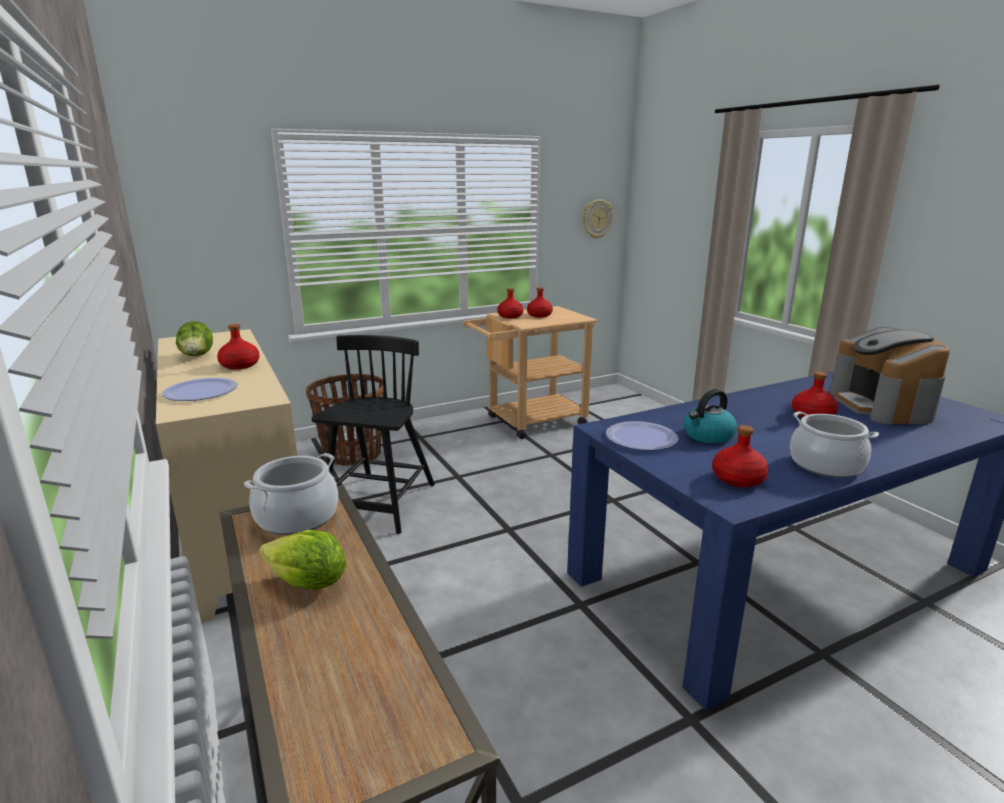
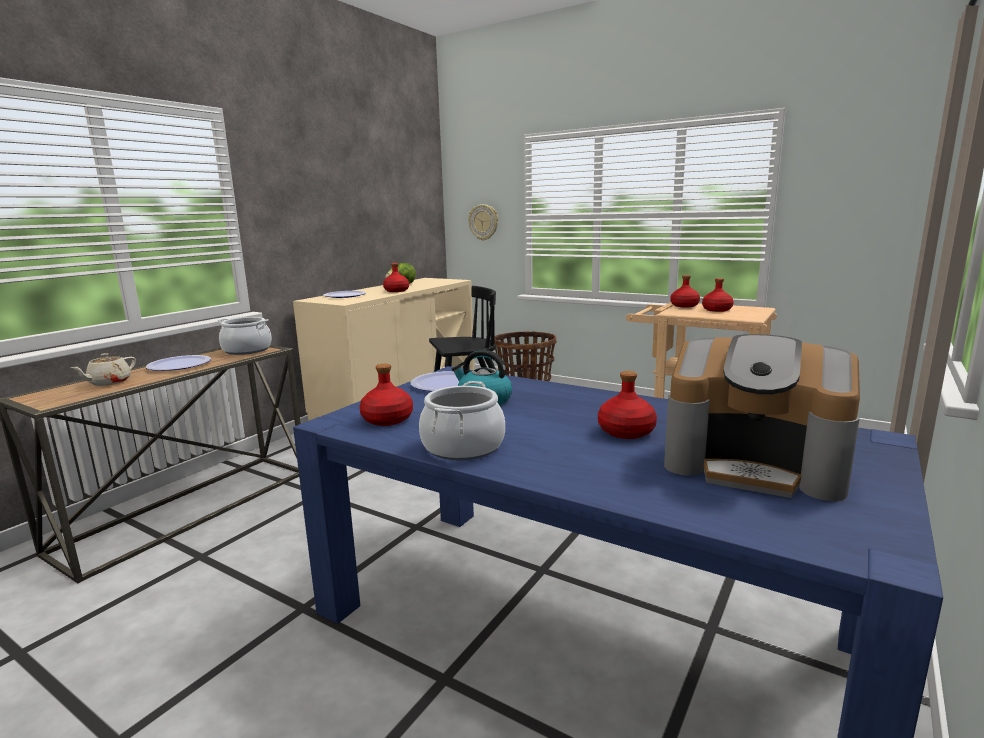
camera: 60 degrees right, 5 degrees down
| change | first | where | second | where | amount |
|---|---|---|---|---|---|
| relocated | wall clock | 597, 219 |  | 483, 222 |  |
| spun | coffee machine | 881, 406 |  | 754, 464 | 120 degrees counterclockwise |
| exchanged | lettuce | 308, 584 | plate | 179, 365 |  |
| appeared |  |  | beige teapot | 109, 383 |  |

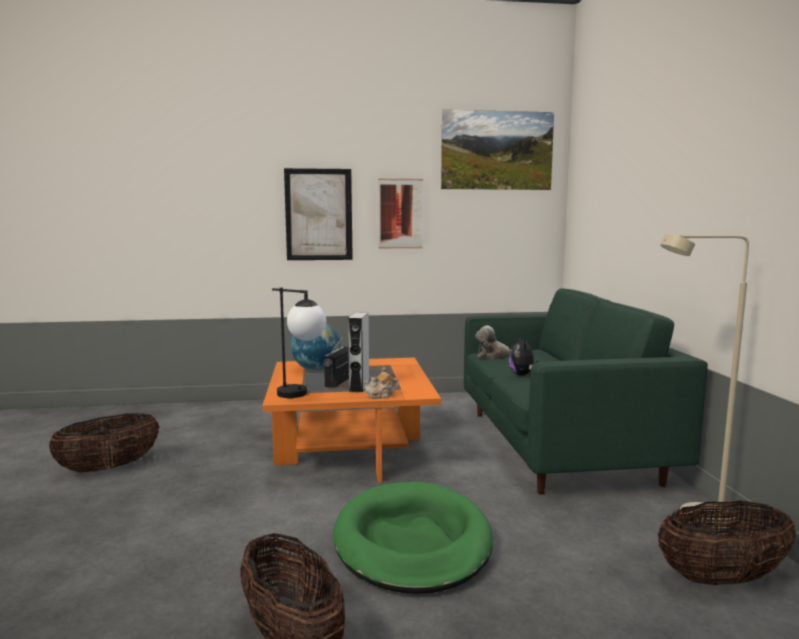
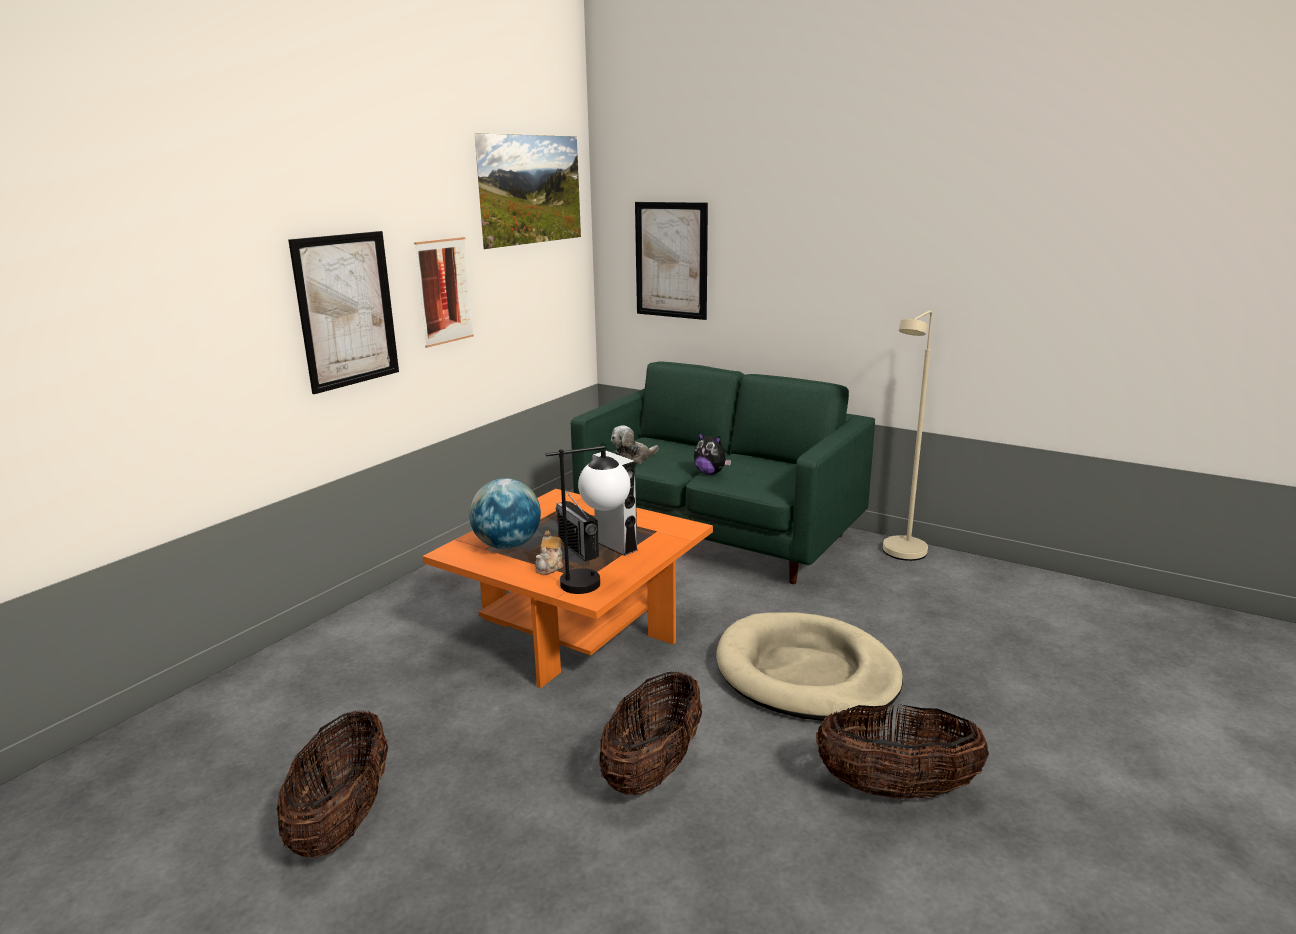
camera: 50 degrees left, 10 degrees up
| change | first | where | second | where | amount |
|---|---|---|---|---|---|
| relocated | teapot | 381, 396 |  | 550, 567 |  |
| colour | green dog bed | 412, 542 | beige dog bed | 806, 673 |  |
| relocated | basket | 722, 578 |  | 653, 769 |  |
| appeared |  |  | picture | 671, 260 |  |

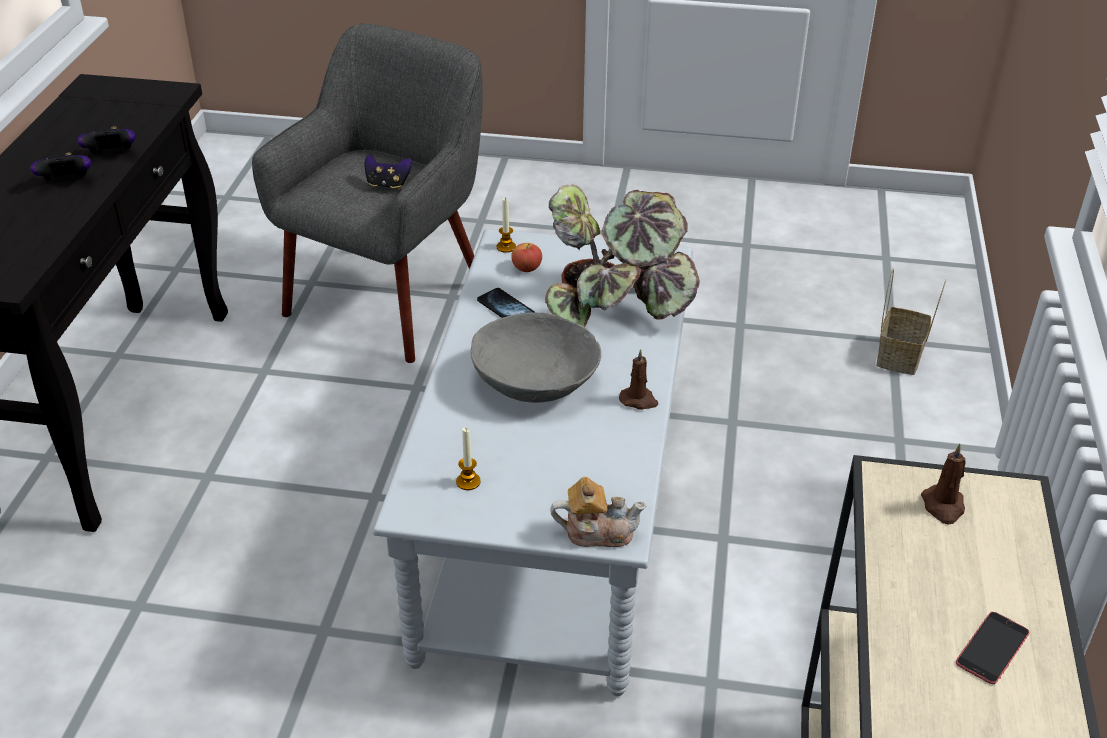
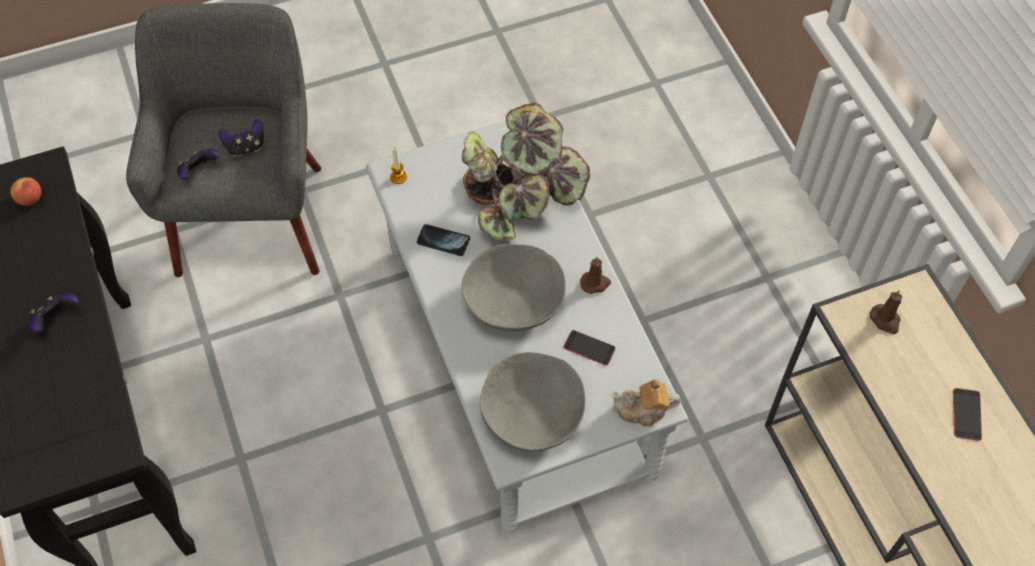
camera: 30 degrees left, 20 degrees up
| change | first | where | second | where | amount |
|---|---|---|---|---|---|
| relocated | game controller | 111, 155 |  | 198, 171 |  |
| relocated | apple | 526, 268 |  | 30, 199 |  |
| missing | basket | 900, 358 |  |  |  |
| exchanged | candle | 468, 482 | grey bowl | 532, 414 |  |
| spun | teapot | 597, 531 |  | 643, 410 | 150 degrees counterclockwise |
| appeared |  |  | phone | 589, 348 |  |

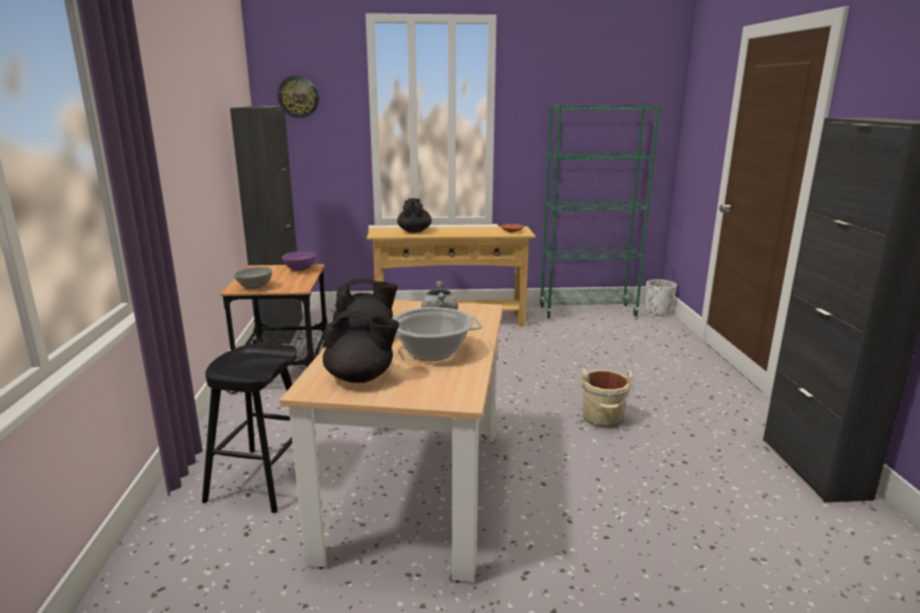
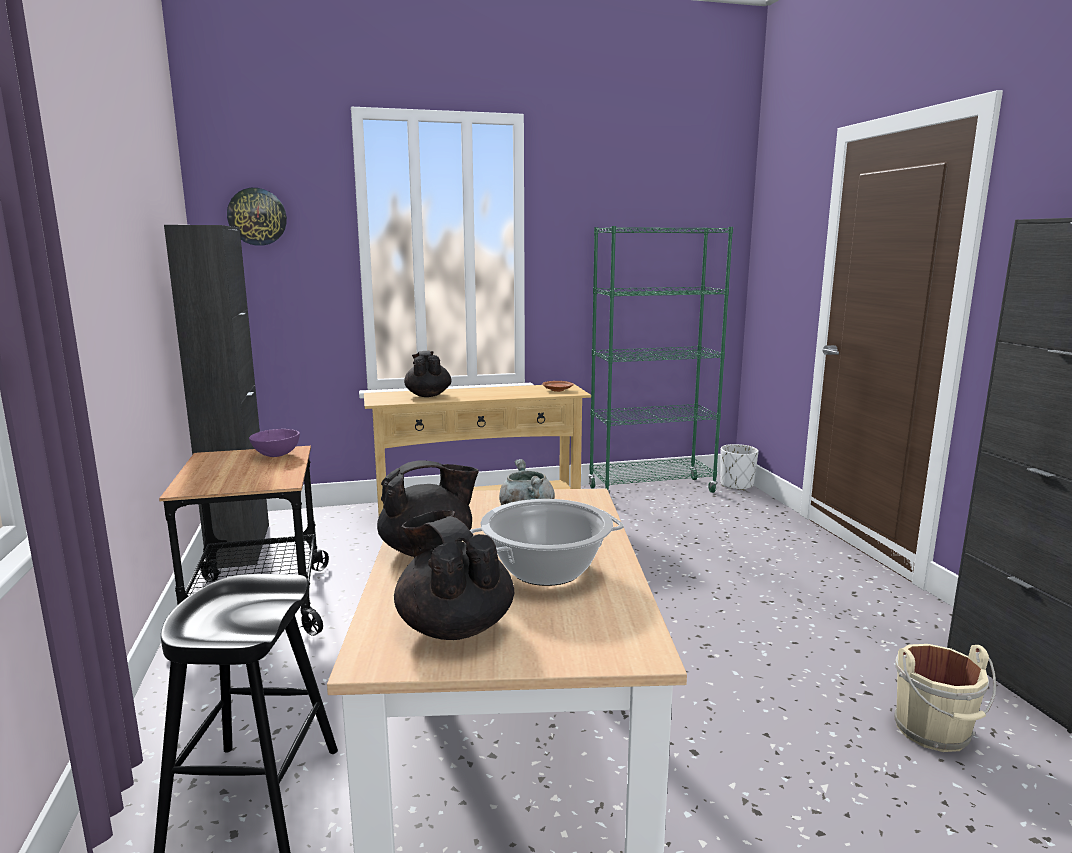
camera: 10 degrees left, 5 degrees down
| change | first | where | second | where | amount |
|---|---|---|---|---|---|
| missing | grey bowl | 255, 287 |  |  |  |
| spun | black teapot | 361, 377 |  | 454, 626 | 120 degrees counterclockwise |
| relocated | beige bucket | 603, 420 |  | 934, 732 |  |

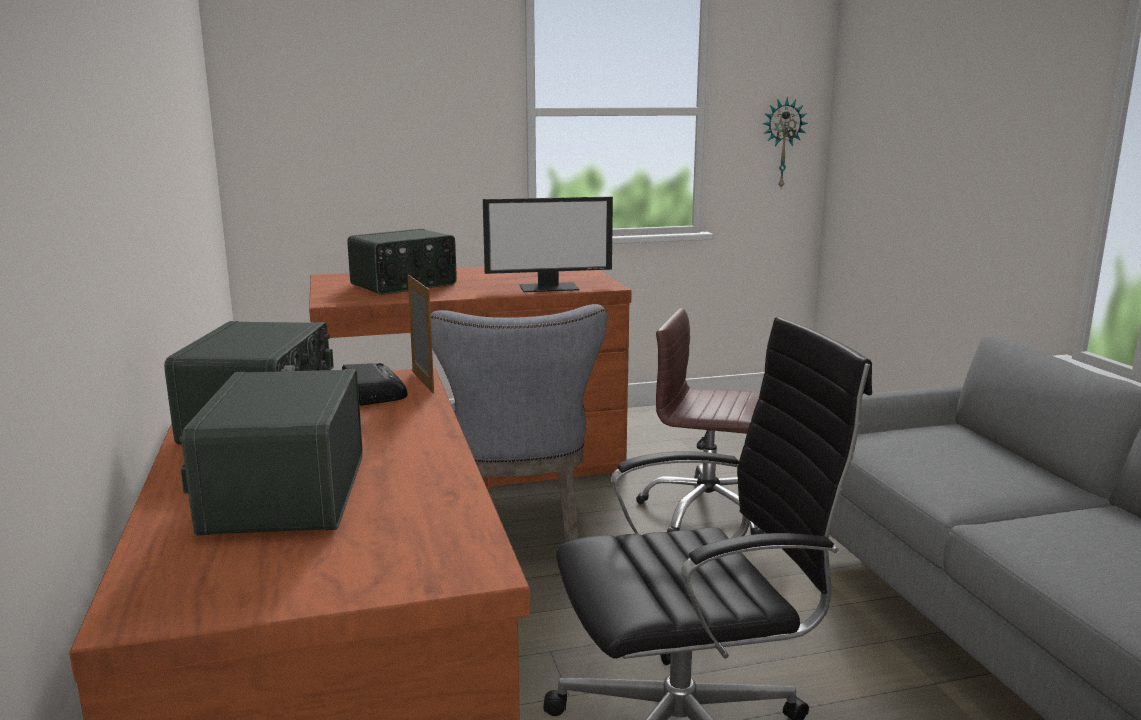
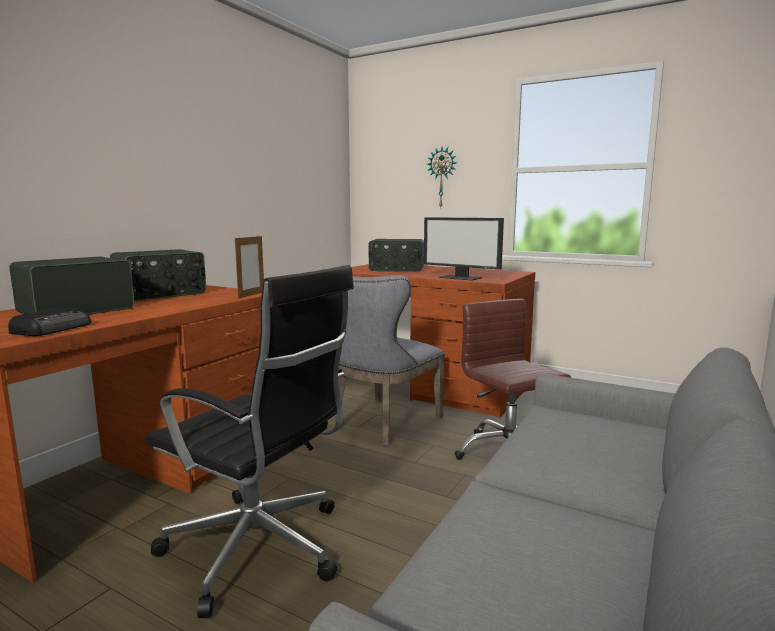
camera: 45 degrees right, 5 degrees down
| change | first | where | second | where | amount |
|---|---|---|---|---|---|
| relocated | wall clock | 782, 143 |  | 442, 177 |  |
| relocated | radio | 372, 391 |  | 53, 328 |  |

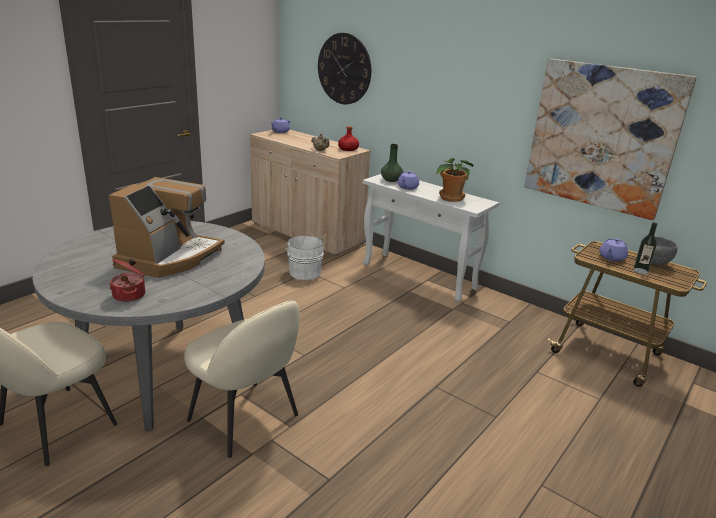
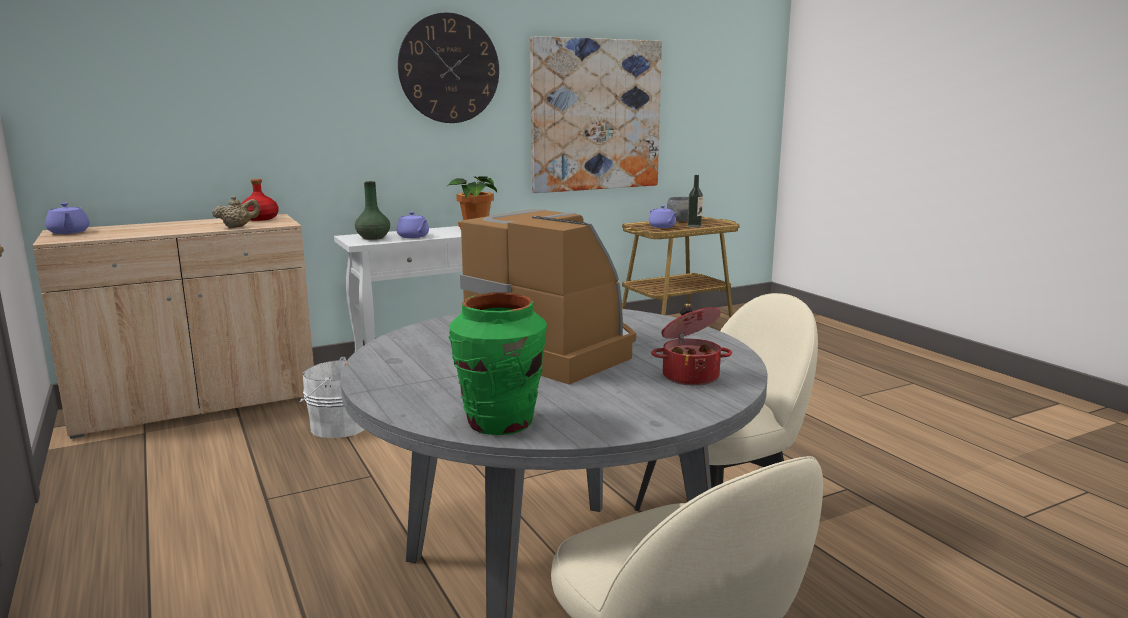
camera: 65 degrees left, 10 degrees down
| change | first | where | second | where | amount |
|---|---|---|---|---|---|
| relocated | wall clock | 344, 69 |  | 449, 68 |  |
| appeared |  |  | green vase | 500, 423 |  |

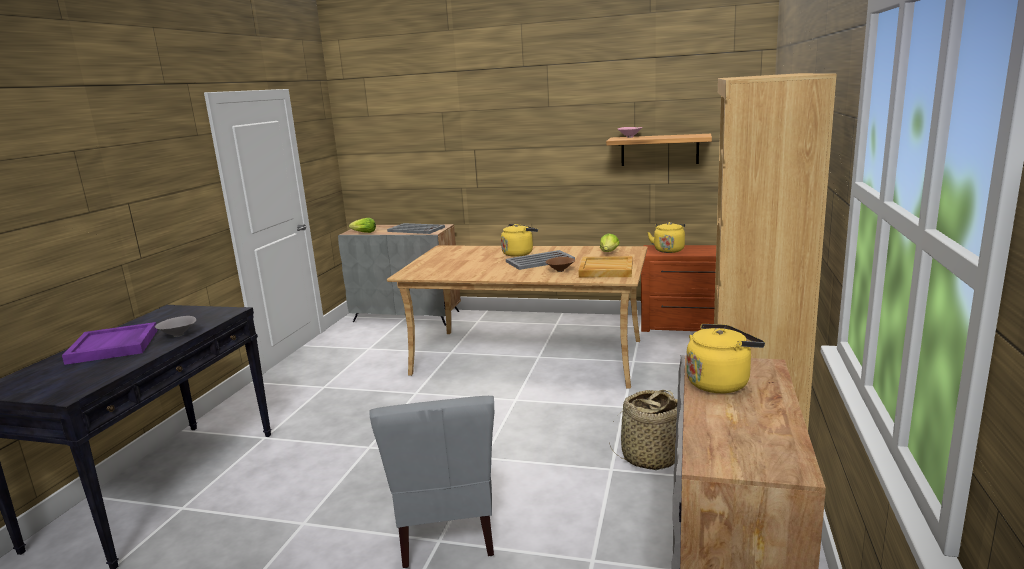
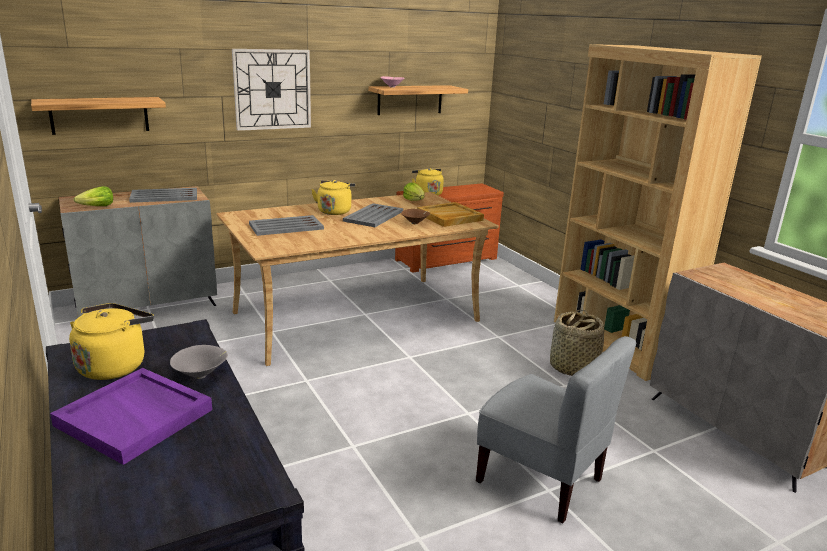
camera: 45 degrees left, 5 degrees up
| change | first | where | second | where | amount |
|---|---|---|---|---|---|
| relocated | yellow kettle | 720, 382 |  | 114, 365 |  |
| appeared |  |  | wall clock | 272, 89 |  |
| appeared |  |  | shelf | 99, 115 |  |
| appeared |  |  | grey tray | 285, 226 |  |

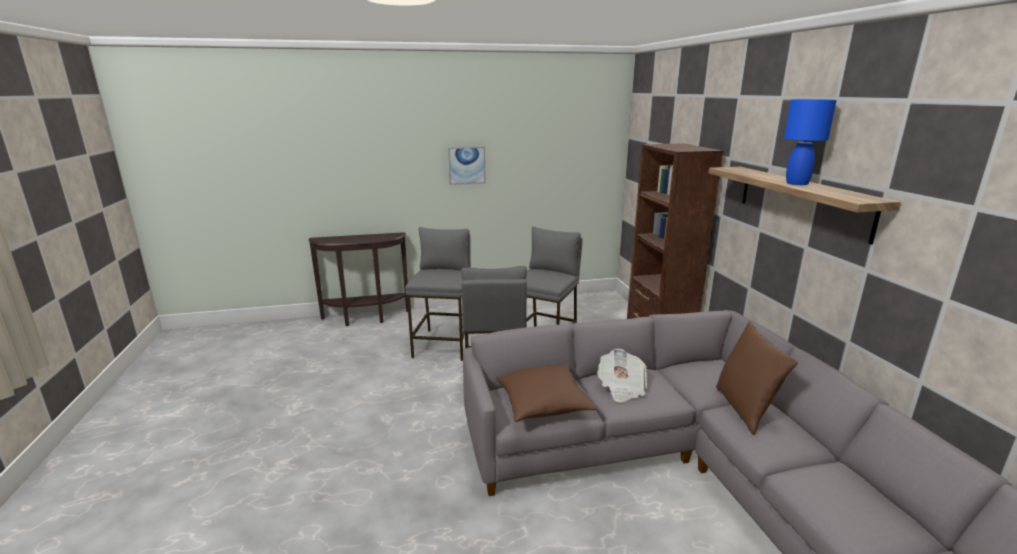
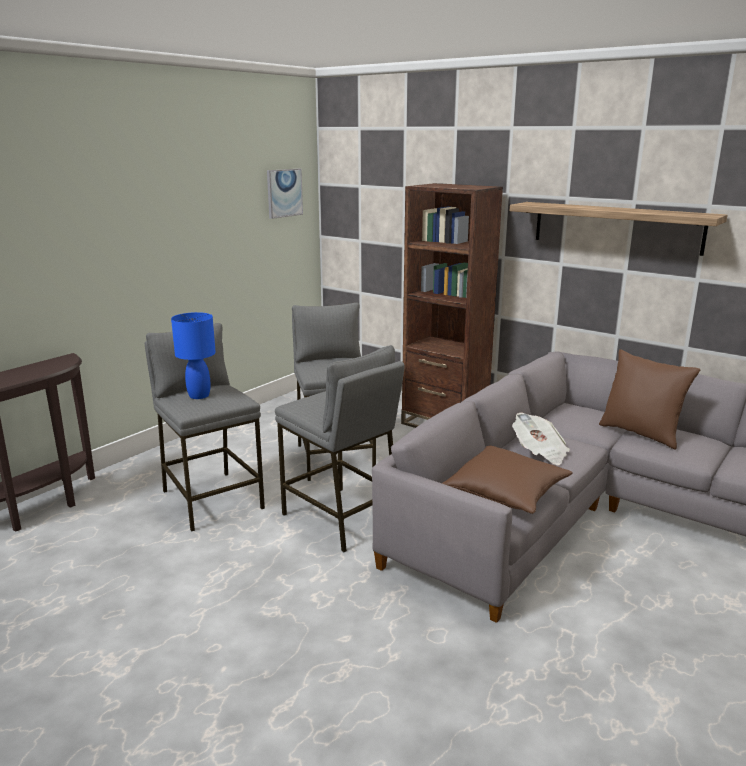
camera: 40 degrees left, 0 degrees up
| change | first | where | second | where | amount |
|---|---|---|---|---|---|
| relocated | blue table lamp | 796, 183 |  | 198, 395 |  |
| relocated | picture | 466, 165 |  | 284, 193 |  |

